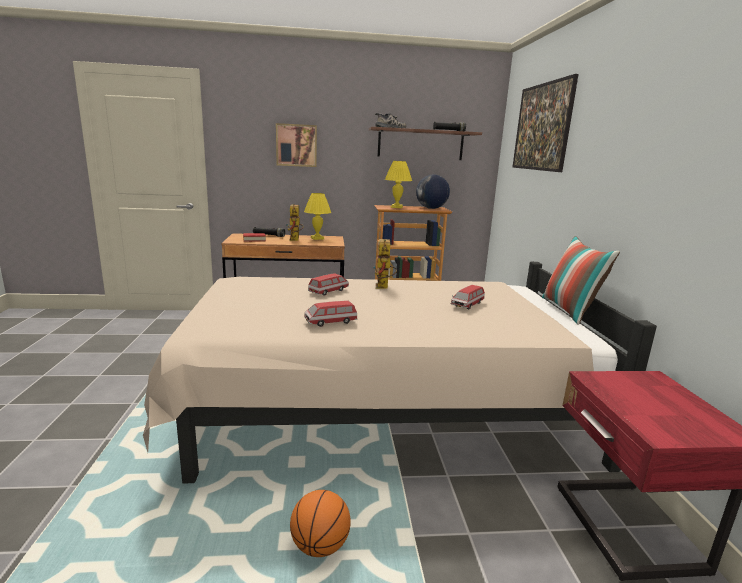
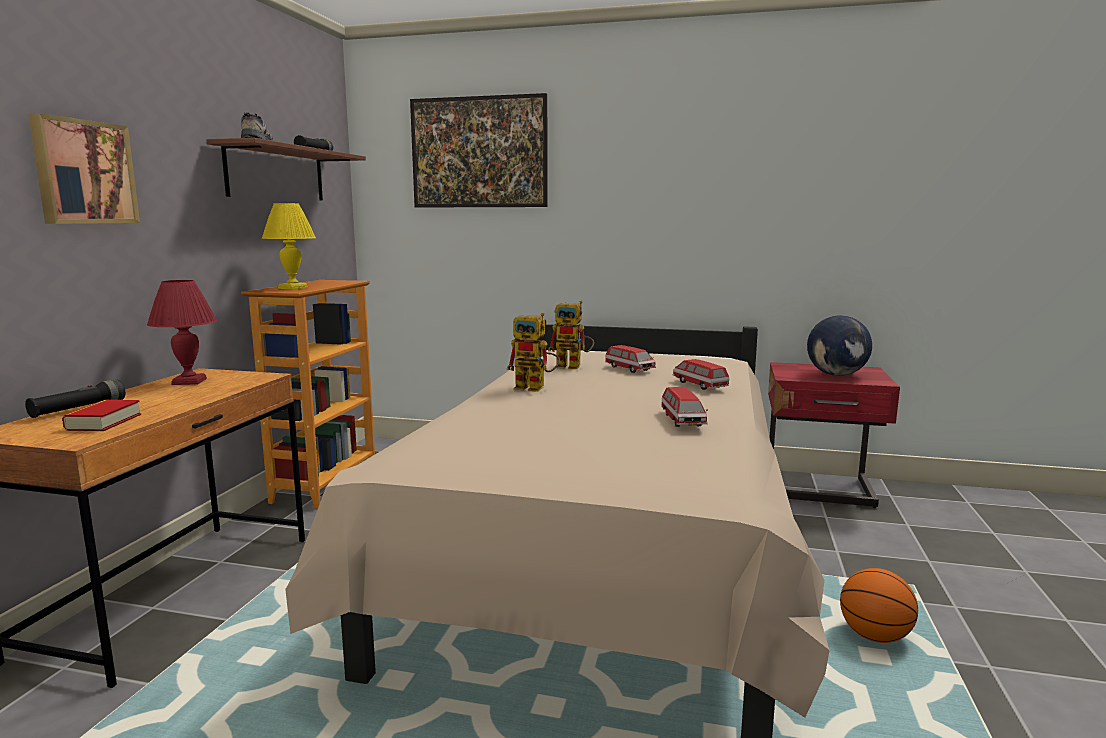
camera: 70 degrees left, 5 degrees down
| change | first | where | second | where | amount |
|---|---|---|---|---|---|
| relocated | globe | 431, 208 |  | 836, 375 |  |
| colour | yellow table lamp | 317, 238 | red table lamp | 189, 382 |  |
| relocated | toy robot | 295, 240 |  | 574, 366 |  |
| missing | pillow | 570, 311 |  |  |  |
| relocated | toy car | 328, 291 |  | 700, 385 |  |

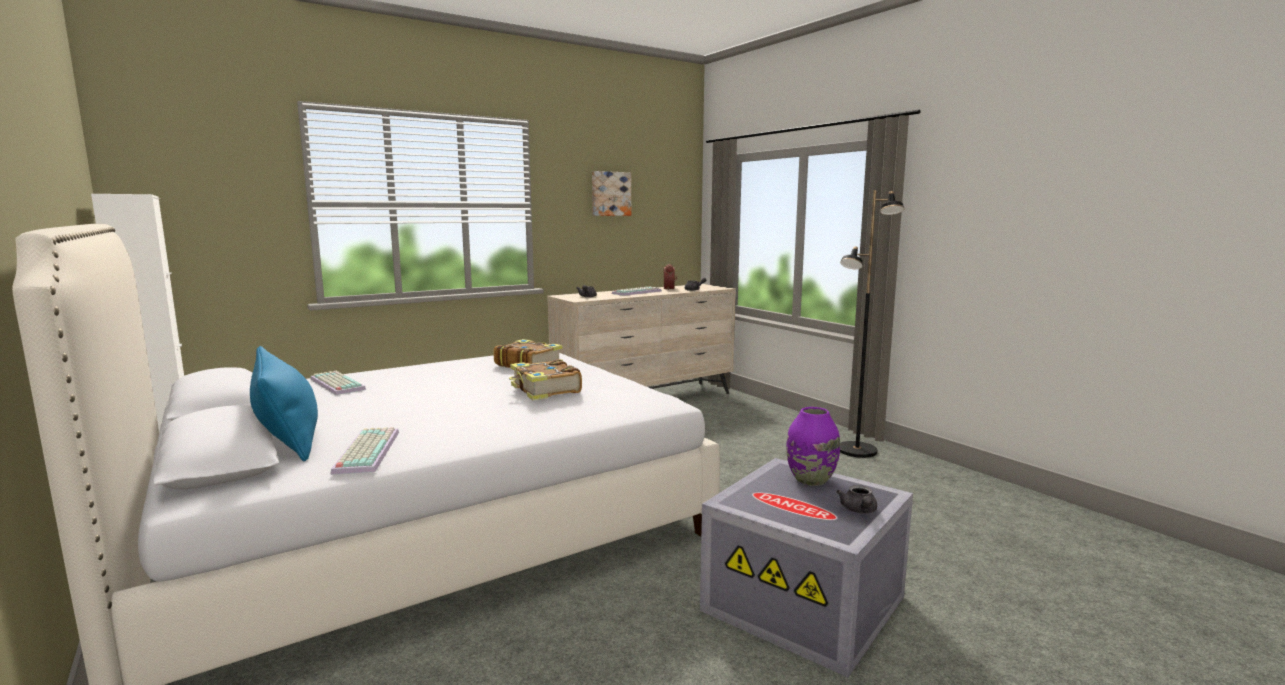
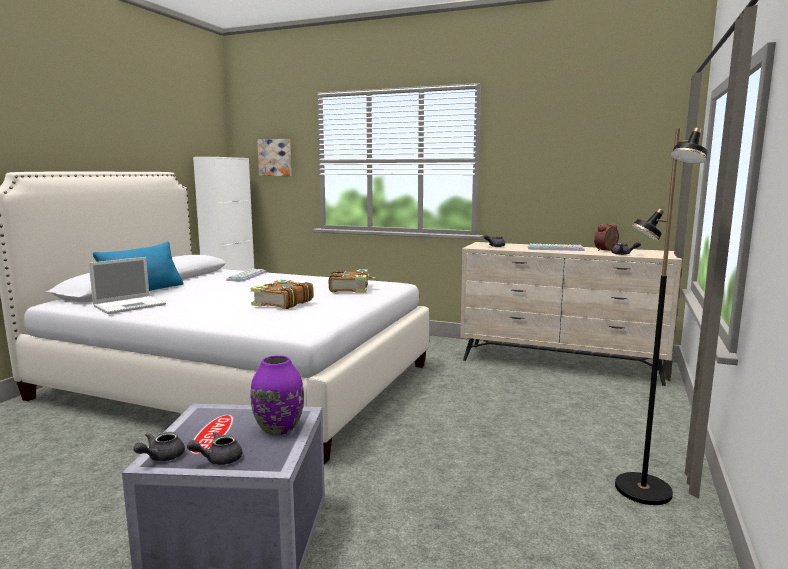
camera: 55 degrees right, 0 degrees up
| change | first | where | second | where | amount |
|---|---|---|---|---|---|
| relocated | picture | 610, 193 |  | 275, 157 |  |
| exchanged | keyboard | 365, 451 | laptop | 131, 305 |  |
| appeared |  |  | grey teapot | 161, 457 |  |

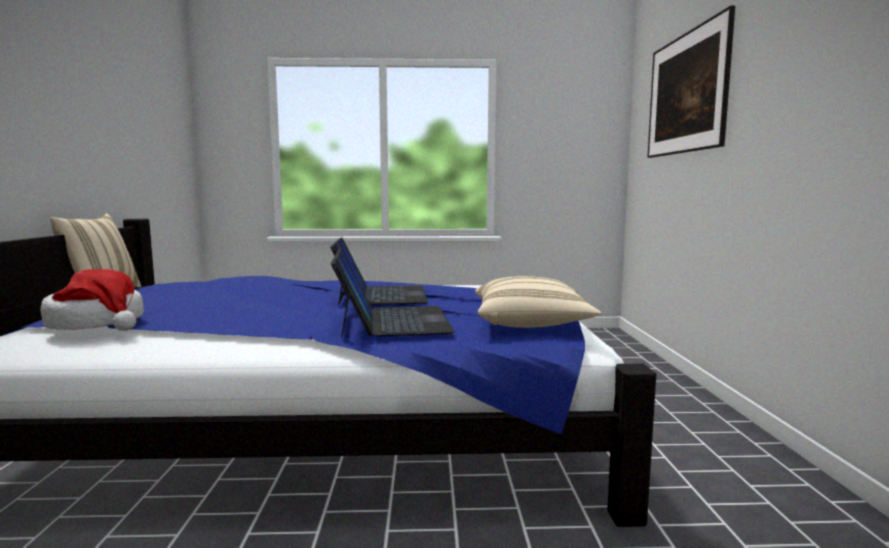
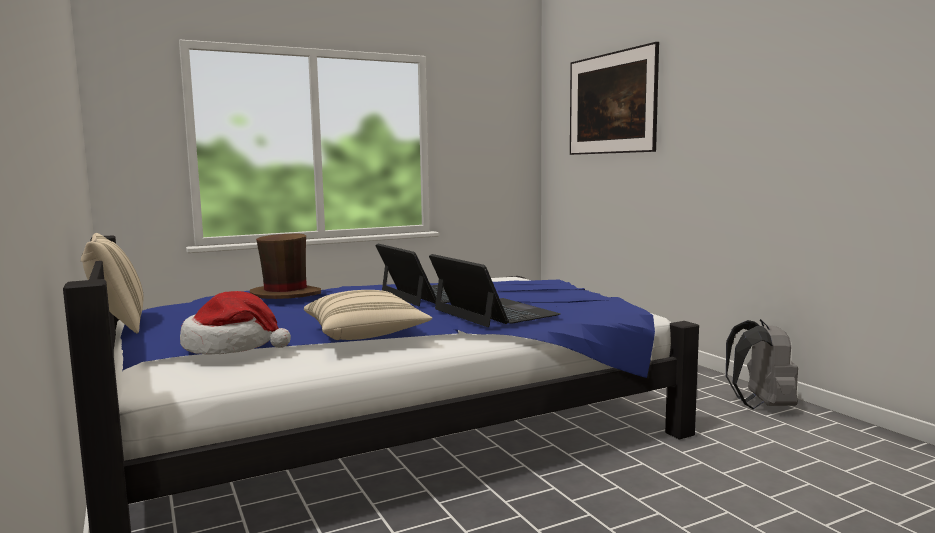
camera: 25 degrees left, 0 degrees up
| change | first | where | second | where | amount |
|---|---|---|---|---|---|
| relocated | beige pillow | 531, 324 |  | 366, 335 |  |
| appeared |  |  | brown hat | 285, 295 |  |
| appeared |  |  | grey backpack | 761, 405 |  |

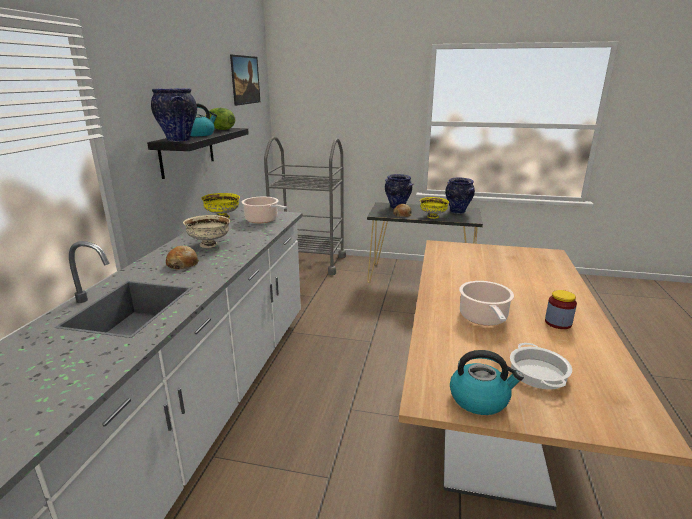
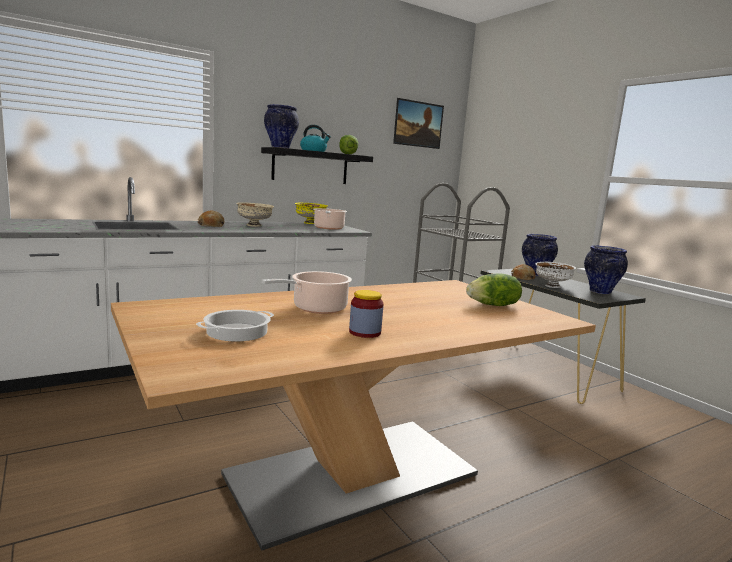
camera: 45 degrees right, 10 degrees down
| change | first | where | second | where | amount |
|---|---|---|---|---|---|
| colour | yellow bowl | 433, 217 | white bowl | 552, 286 |  |
| missing | kettle | 480, 399 |  |  |  |
| appeared |  |  | lettuce | 493, 305 |  |

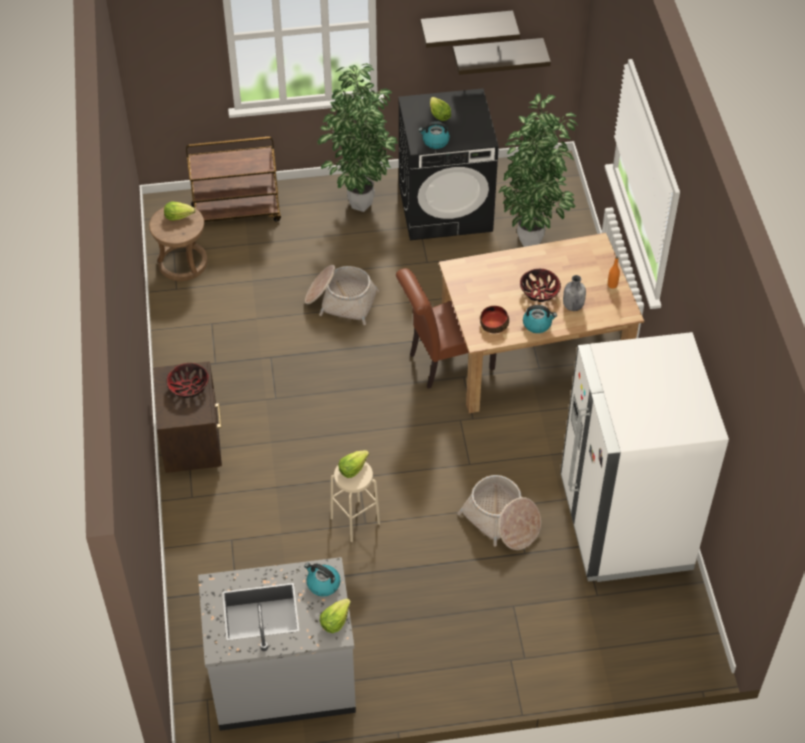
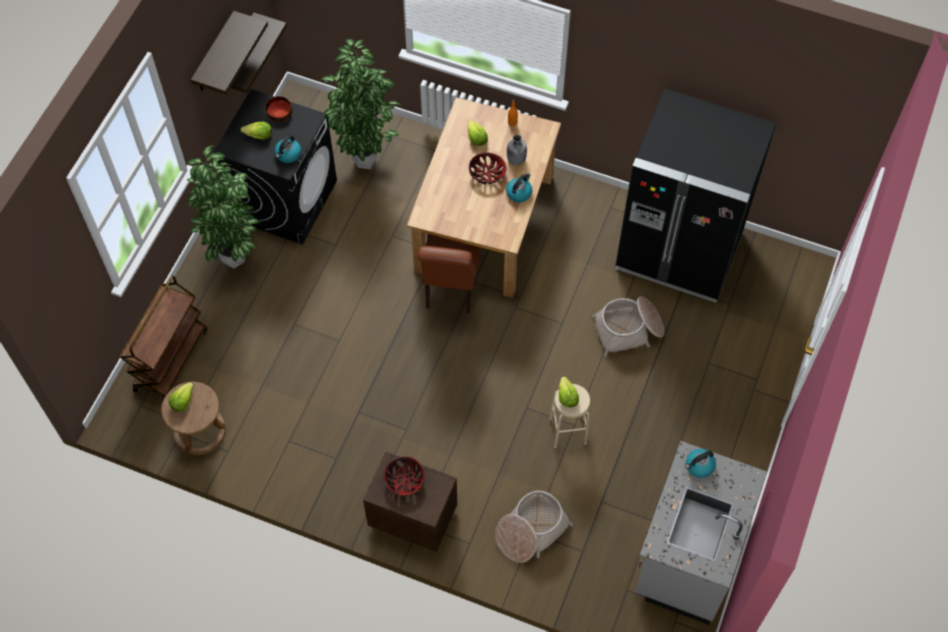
camera: 60 degrees left, 10 degrees up
| change | first | where | second | where | amount |
|---|---|---|---|---|---|
| relocated | basket | 340, 301 |  | 530, 530 |  |
| relocated | bowl | 494, 323 |  | 279, 113 |  |
| colour | white fridge | 624, 524 | black fridge | 679, 252 |  |
| relocated | lettuce | 335, 620 |  | 476, 138 |  |

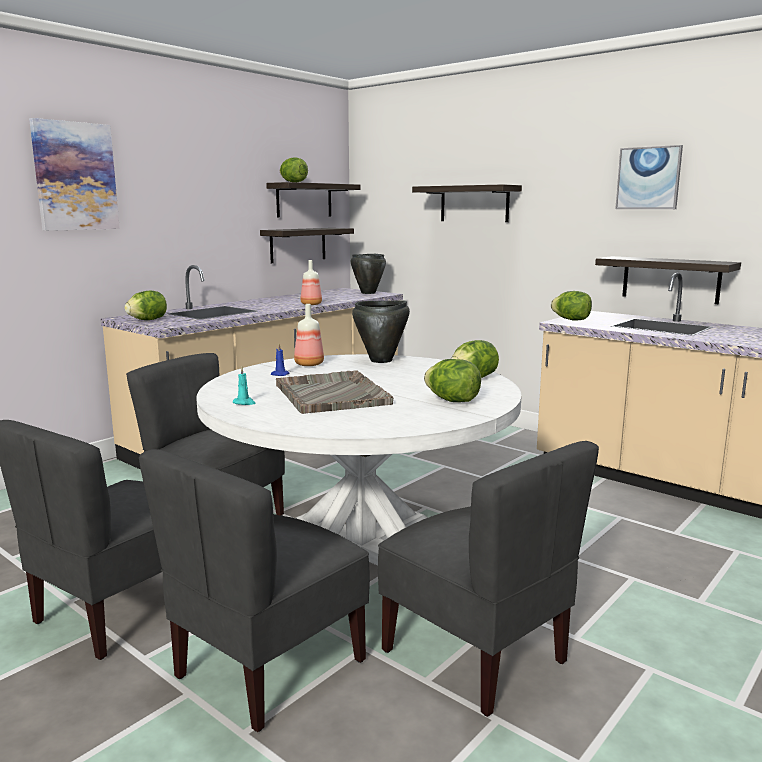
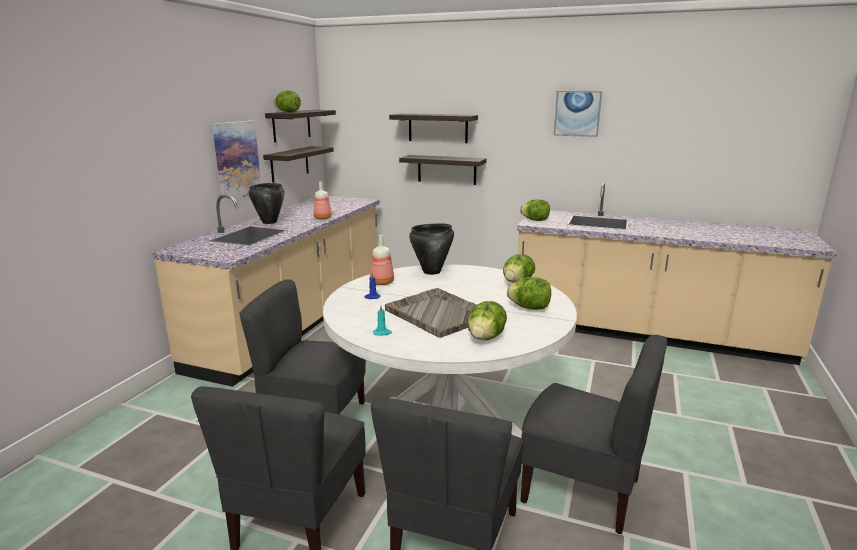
camera: 20 degrees left, 5 degrees up
| change | first | where | second | where | amount |
|---|---|---|---|---|---|
| relocated | picture | 75, 176 |  | 236, 161 |  |
| relocated | black cooking pot | 368, 293 |  | 269, 222 |  |
| relocated | shelf | 670, 279 |  | 446, 169 |  |
| relocated | lettuce | 147, 320 |  | 485, 338 |  |

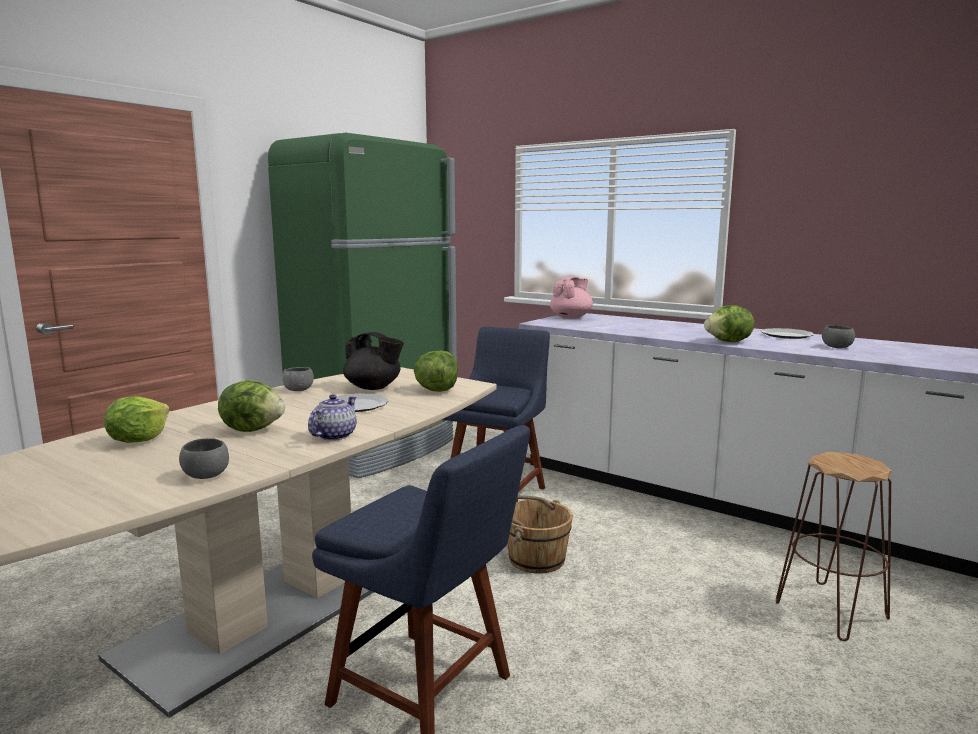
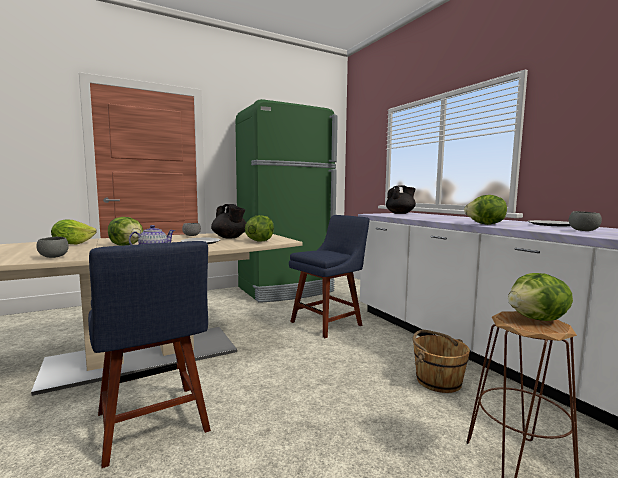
camera: 25 degrees right, 5 degrees down
| change | first | where | second | where | amount |
|---|---|---|---|---|---|
| colour | pink teapot | 571, 317 | black teapot | 400, 213 |  |
| relocated | brown bucket | 535, 558 |  | 437, 380 |  |
| appeared |  |  | lettuce | 537, 319 |  |

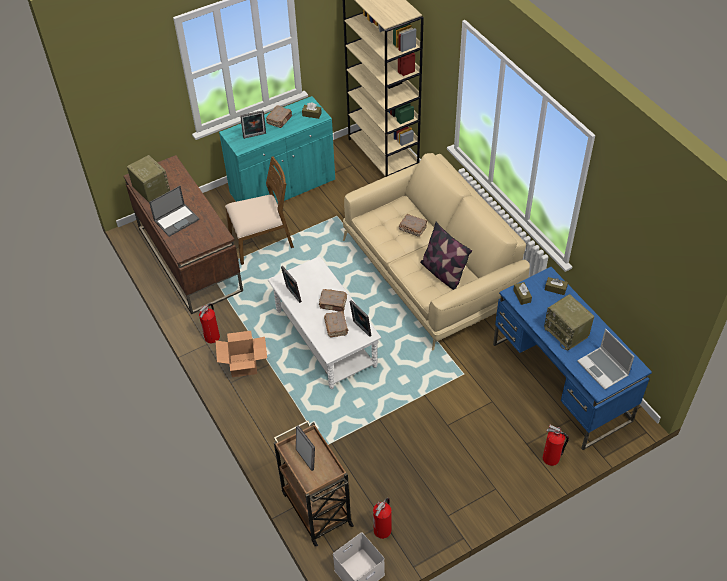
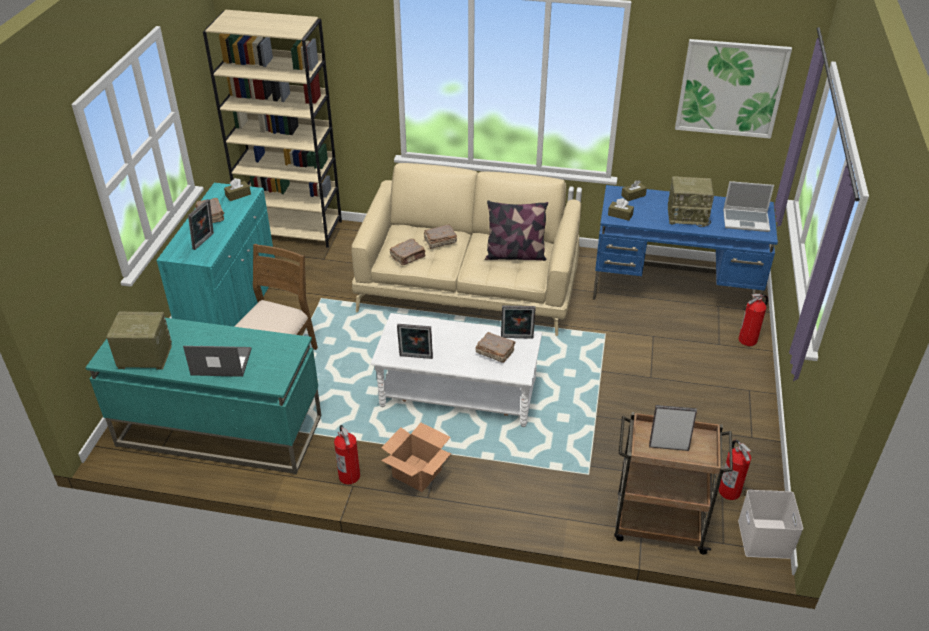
camera: 50 degrees left, 10 degrees down
| change | first | where | second | where | amount |
|---|---|---|---|---|---|
| colour | brown desk | 189, 259 | turquoise desk | 219, 431 |  |
| spun | laptop | 177, 220 |  | 220, 362 | 90 degrees counterclockwise |
| relocated | brown book | 333, 304 |  | 408, 257 |  |
| appeared |  |  | picture | 731, 88 |  |

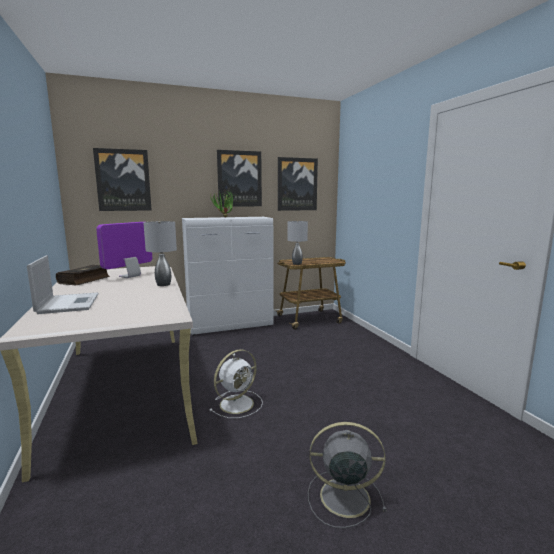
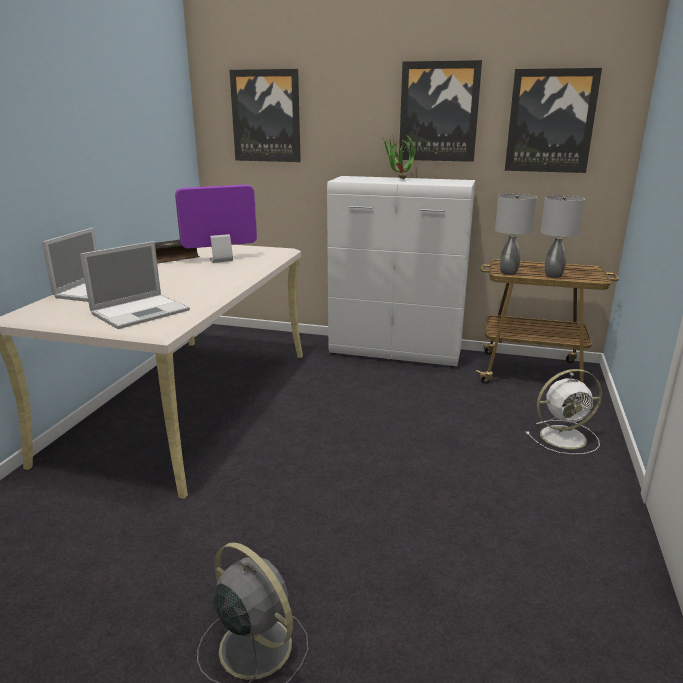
camera: 35 degrees right, 10 degrees up
| change | first | where | second | where | amount |
|---|---|---|---|---|---|
| relocated | grey table lamp | 163, 284 |  | 552, 275 |  |
| relocated | white fan | 238, 403 |  | 565, 437 |  |
| appeared |  |  | laptop | 142, 311 |  |

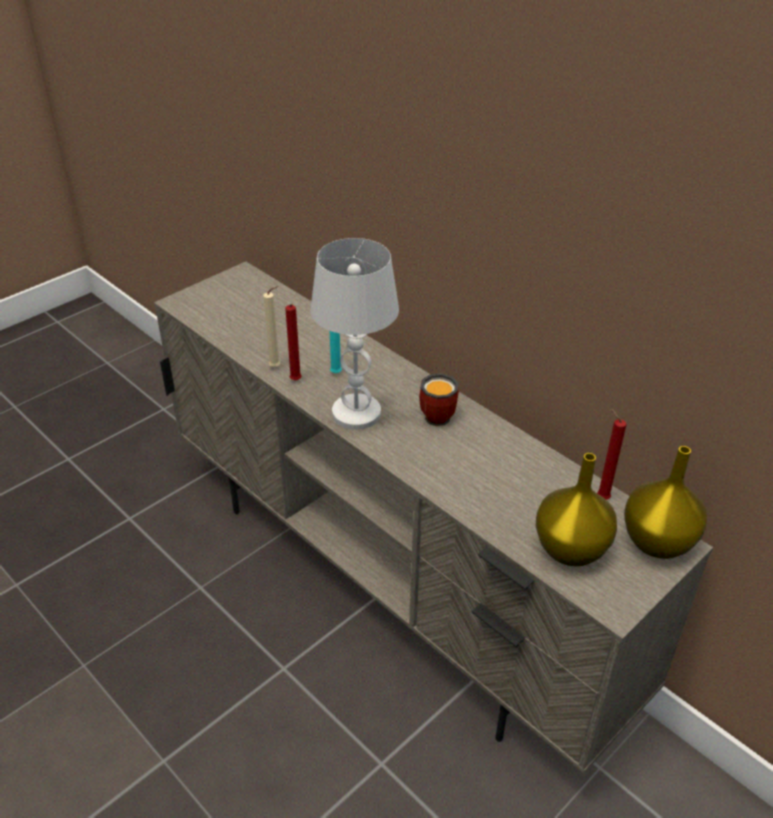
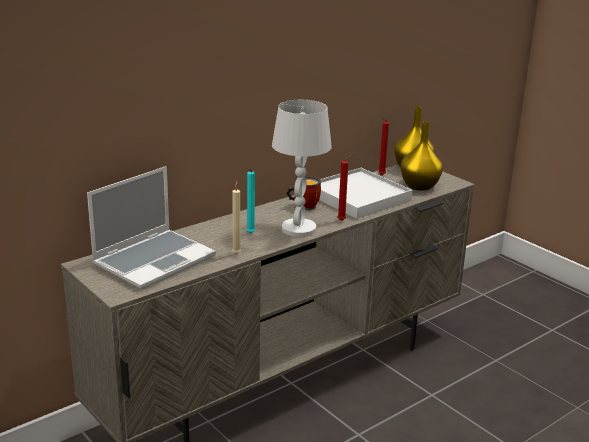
camera: 85 degrees left, 15 degrees down
| change | first | where | second | where | amount |
|---|---|---|---|---|---|
| relocated | red candle | 295, 381 |  | 343, 220 |  |
| appeared |  |  | laptop | 154, 260 |  |
| appeared |  |  | white tray | 358, 197 |  |

